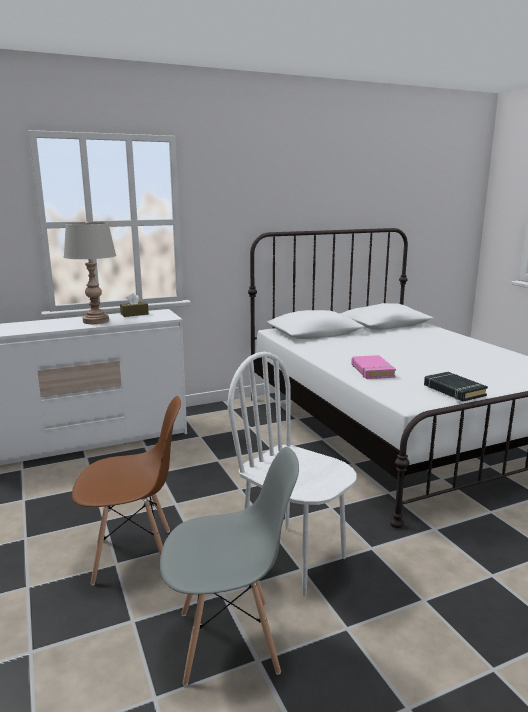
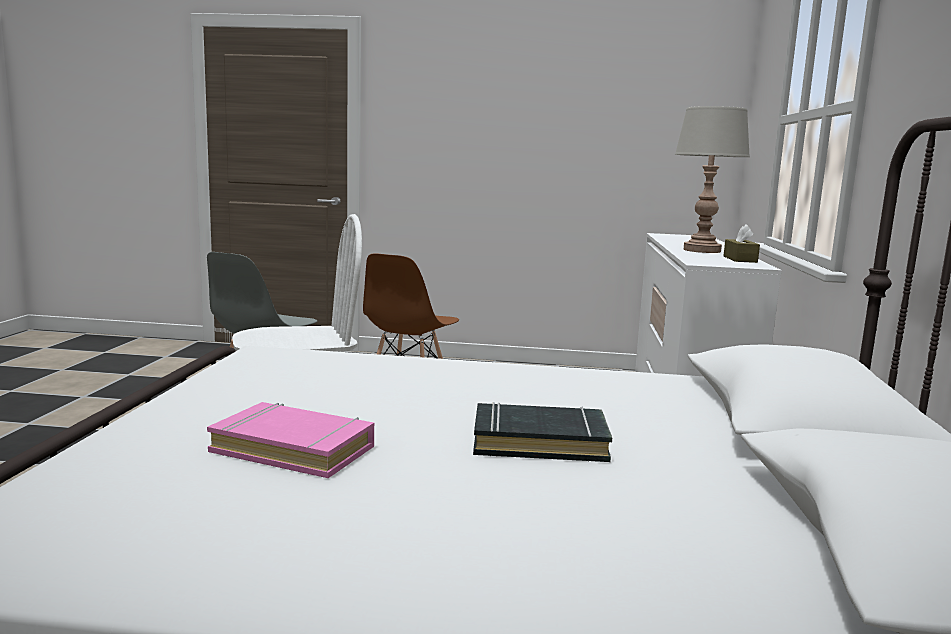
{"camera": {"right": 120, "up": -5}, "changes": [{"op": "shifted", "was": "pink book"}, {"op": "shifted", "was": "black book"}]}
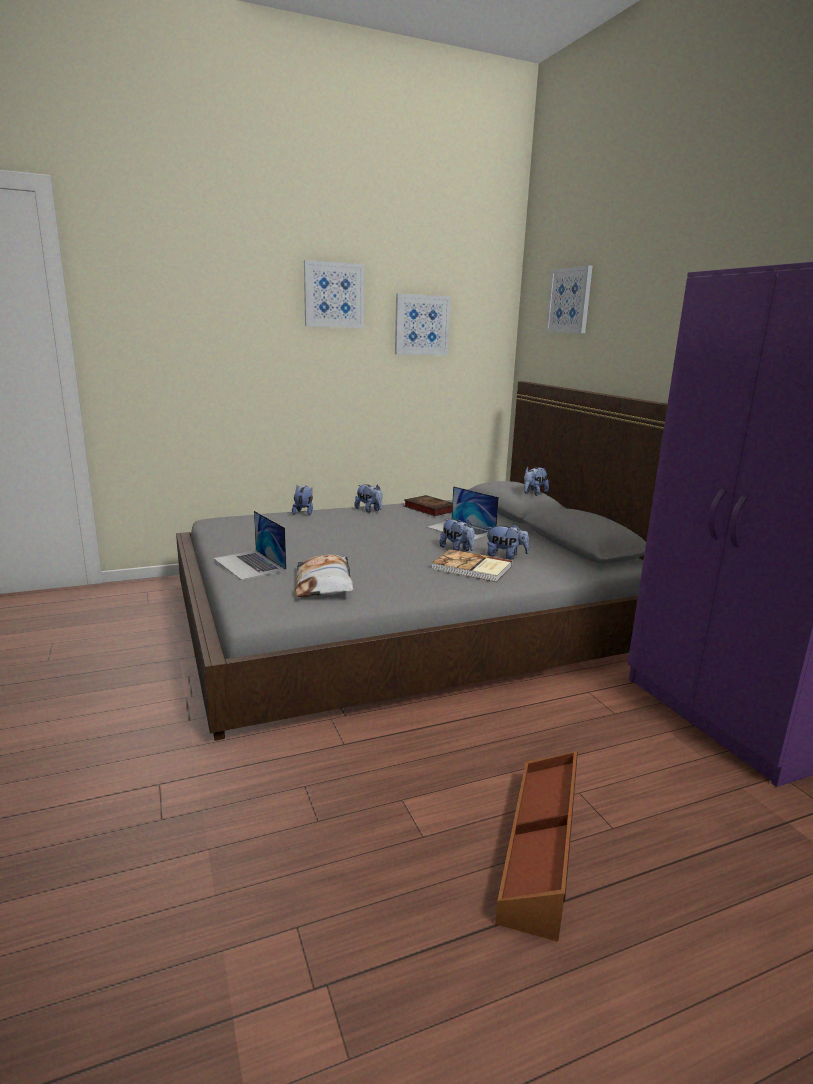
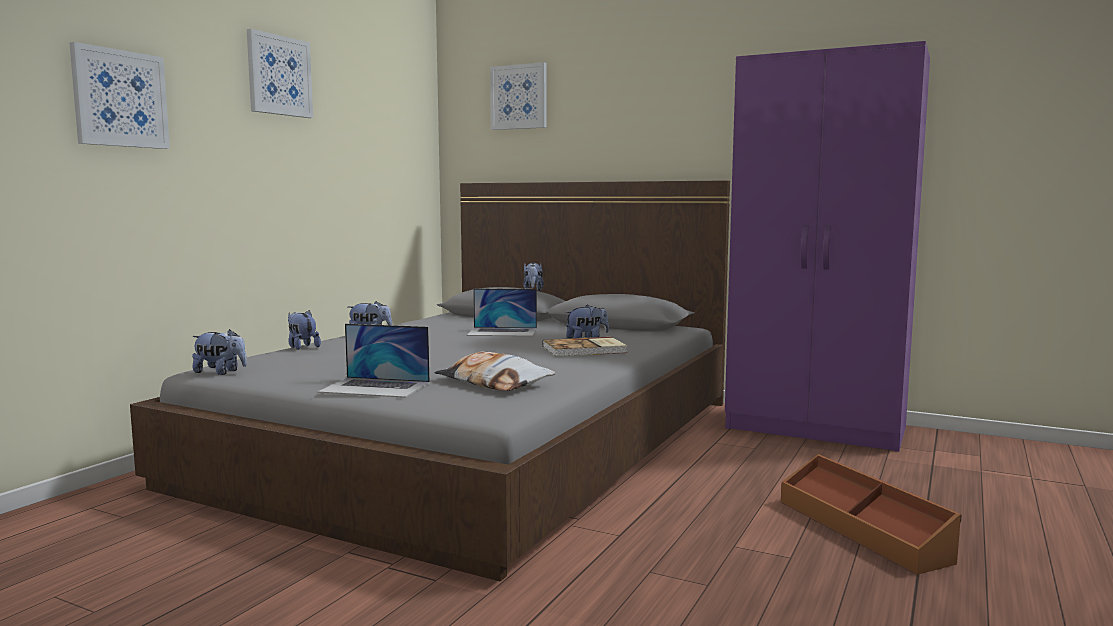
{"camera": {"right": -40, "up": -10}, "changes": [{"op": "shifted", "was": "picture (no. 2 from left in the first image)", "now": "picture (no. 1 from left)"}, {"op": "gone", "was": "book (no. 1 from left)"}, {"op": "shifted", "was": "plush toy (no. 3 from left in the first image)", "now": "plush toy (no. 1 from left)"}]}
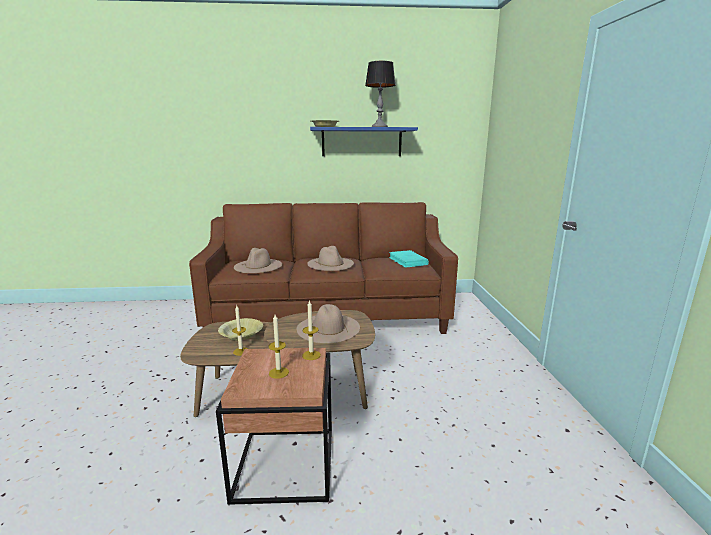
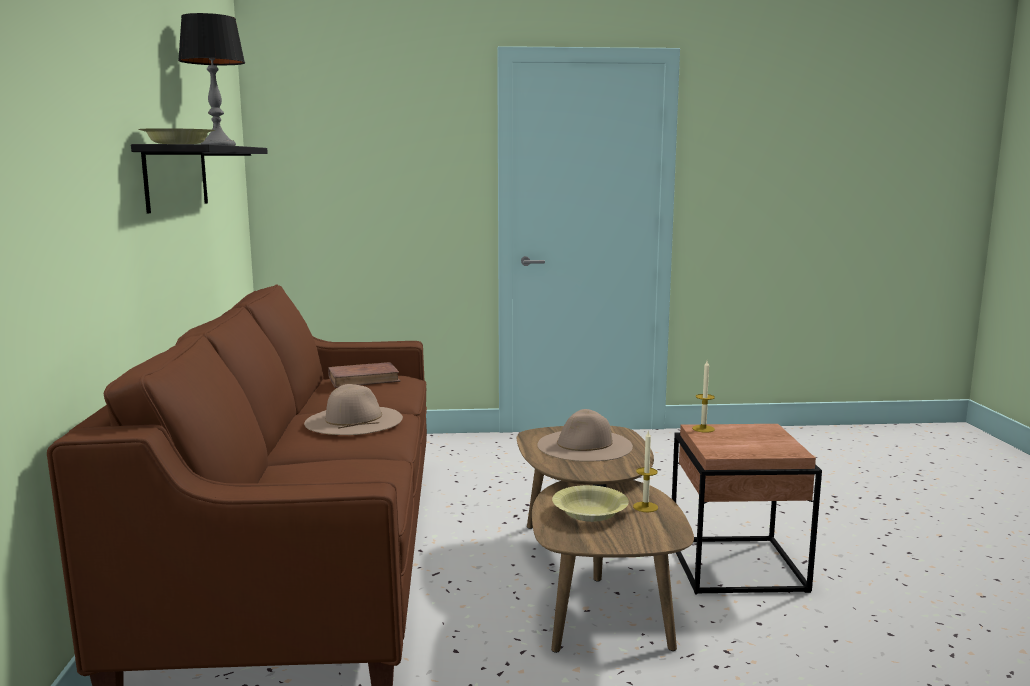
{"camera": {"right": -90, "up": -5}, "changes": [{"op": "repainted", "was": "blue shelf", "now": "black shelf"}, {"op": "gone", "was": "beige hat (no. 1 from left)"}, {"op": "repainted", "was": "turquoise book", "now": "brown book"}, {"op": "gone", "was": "candle (no. 2 from left)"}]}
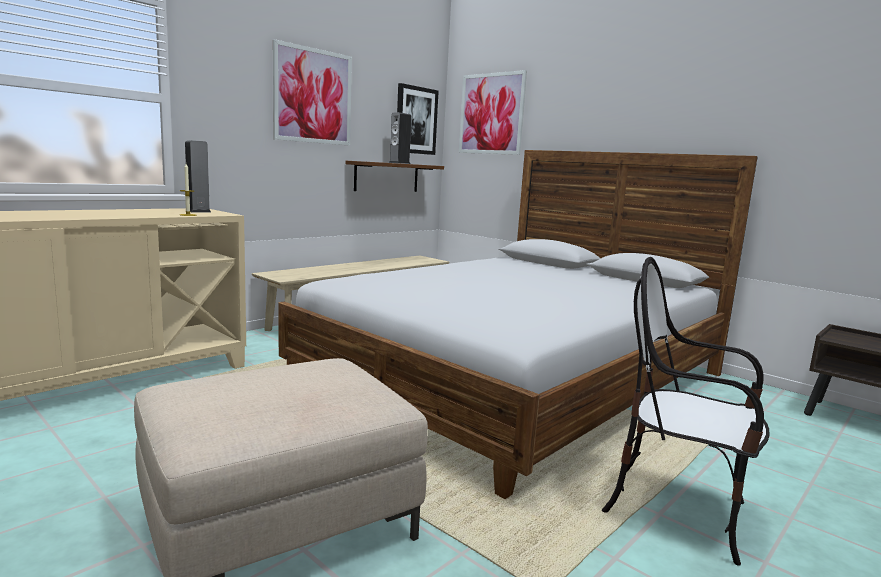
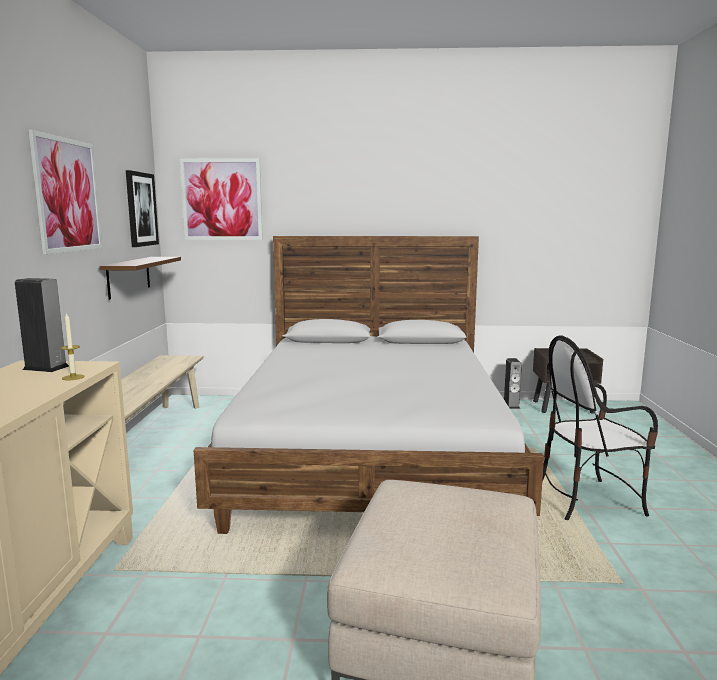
{"camera": {"right": -40, "up": 0}, "changes": [{"op": "shifted", "was": "speaker (no. 2 from left)"}]}
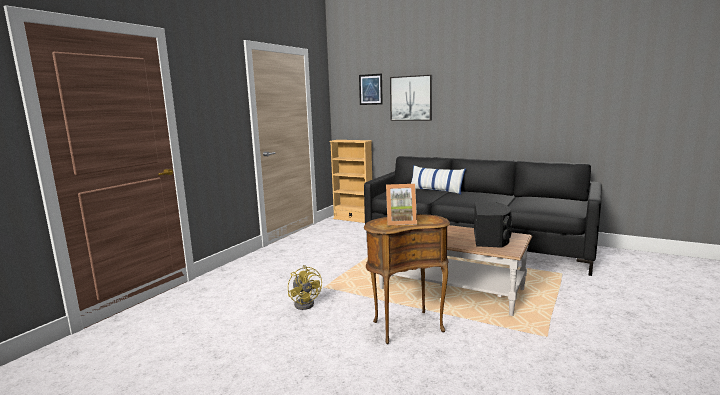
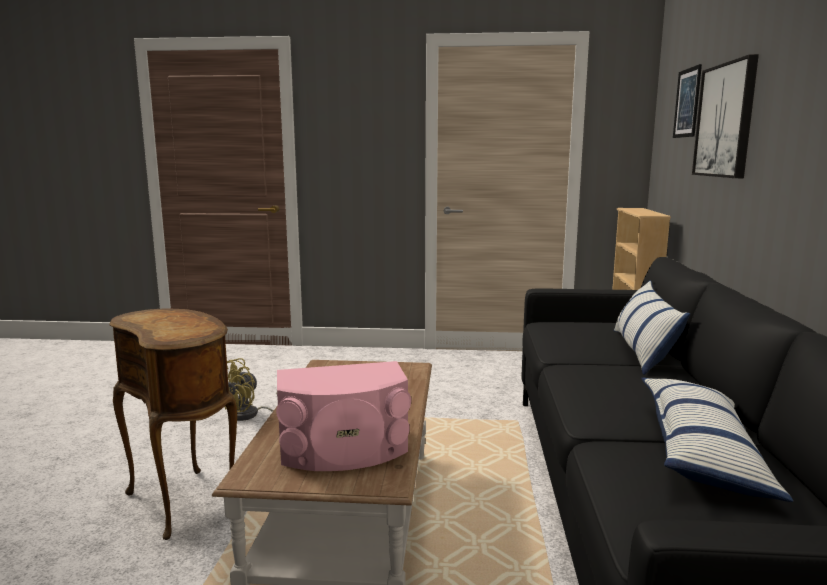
{"camera": {"right": 65, "up": 0}, "changes": [{"op": "gone", "was": "picture frame"}, {"op": "repainted", "was": "black speaker", "now": "pink speaker"}, {"op": "new", "now": "pillow (no. 2 from left)"}]}
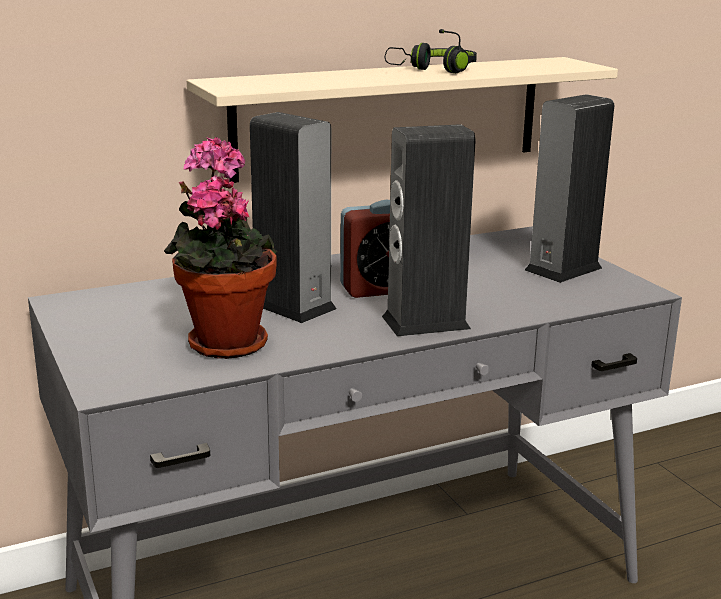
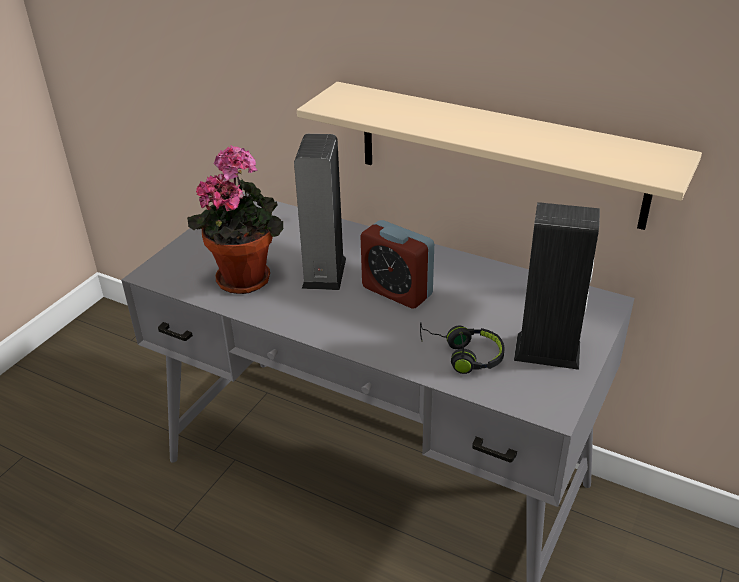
{"camera": {"right": 55, "up": 15}, "changes": [{"op": "shifted", "was": "black headphones"}, {"op": "gone", "was": "speaker (no. 2 from left)"}]}
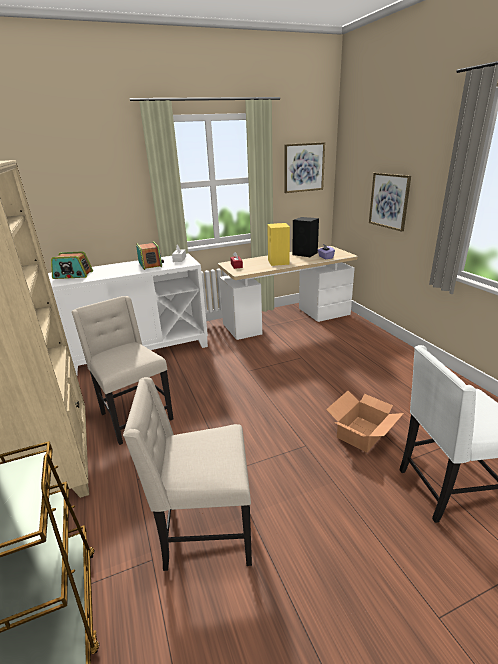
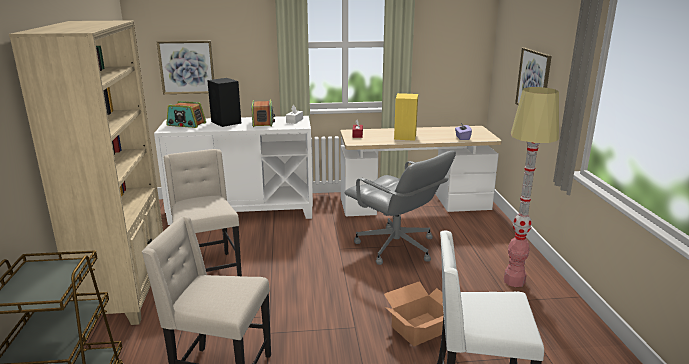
{"camera": {"right": 15, "up": -5}, "changes": [{"op": "shifted", "was": "picture (no. 1 from left)"}, {"op": "shifted", "was": "black speaker"}, {"op": "new", "now": "floor lamp"}, {"op": "new", "now": "grey office chair"}]}
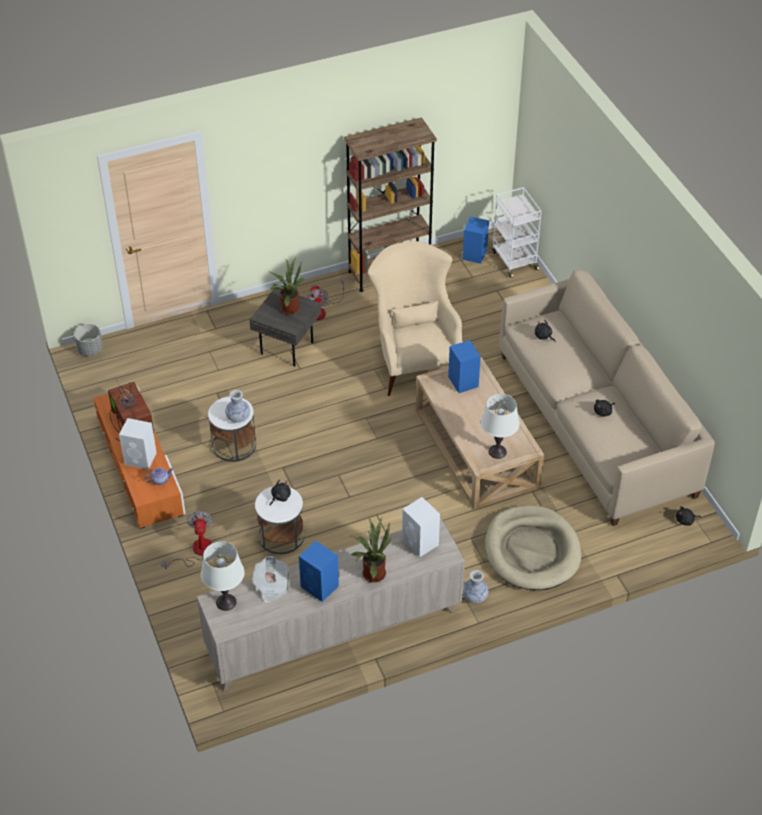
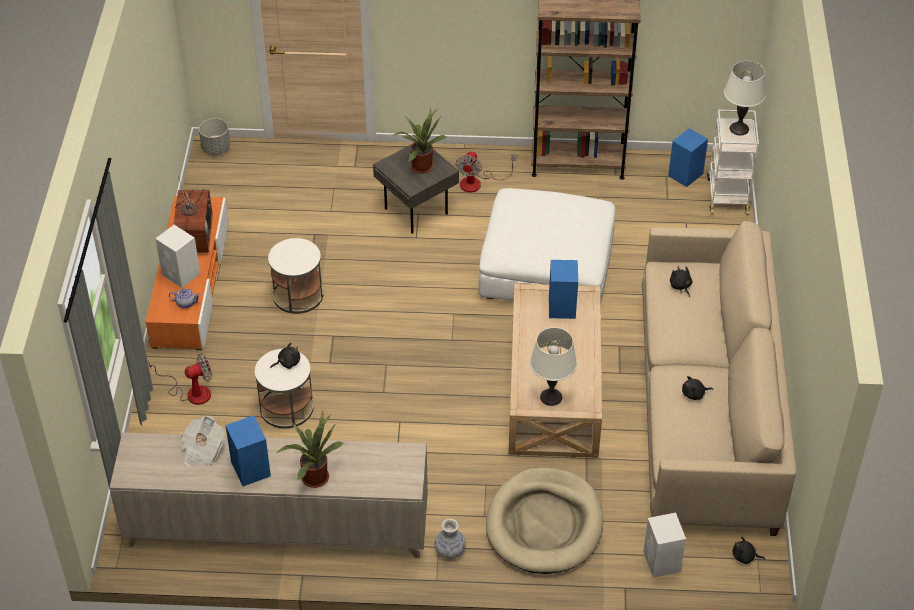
{"camera": {"right": 25, "up": 0}, "changes": [{"op": "swapped", "was": "beige armchair", "now": "white ottoman"}, {"op": "gone", "was": "vase (no. 1 from left)"}, {"op": "shifted", "was": "white speaker (no. 2 from left)"}, {"op": "rotated", "was": "fan (no. 1 from left)", "clockwise": 45}, {"op": "shifted", "was": "white table lamp (no. 1 from left in the first image)", "now": "white table lamp (no. 2 from left)"}]}
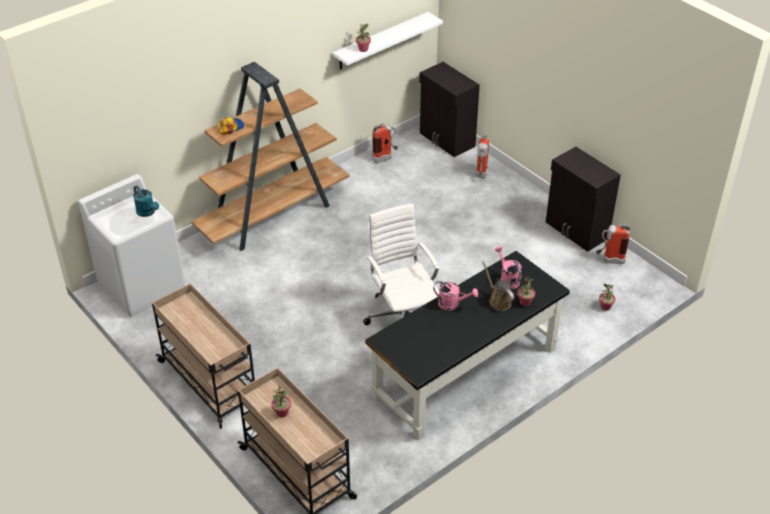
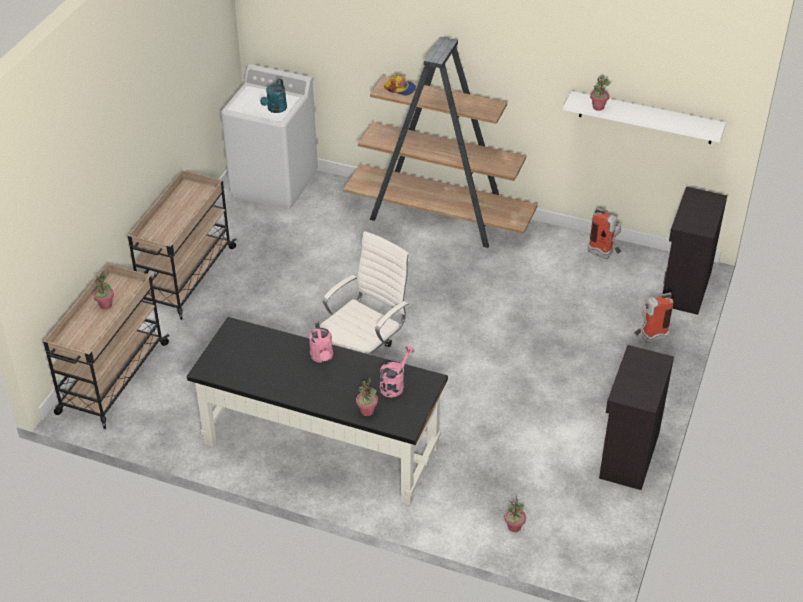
{"camera": {"right": 60, "up": 0}, "changes": [{"op": "gone", "was": "fire extinguisher (no. 3 from left)"}, {"op": "gone", "was": "brown watering can"}]}
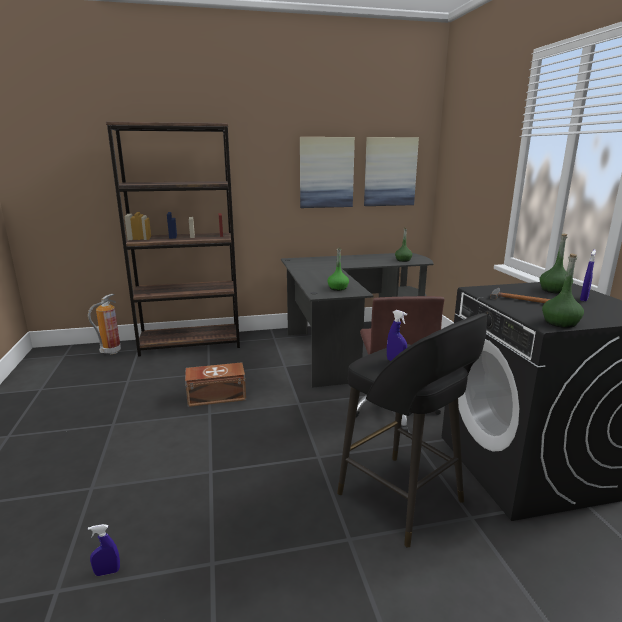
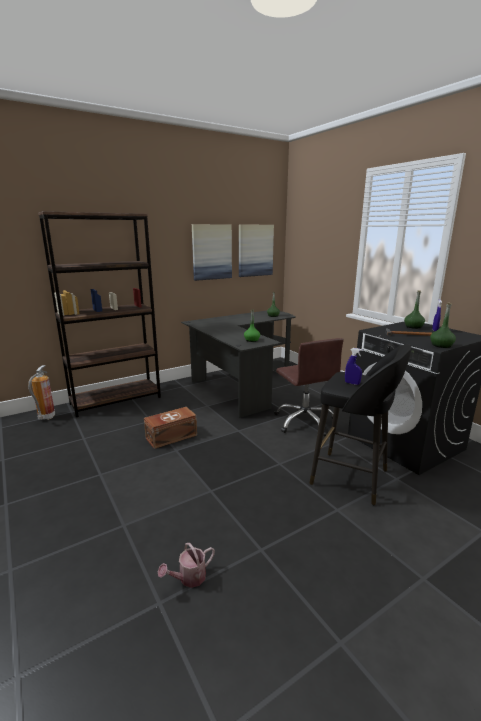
{"camera": {"right": -20, "up": 0}, "changes": [{"op": "swapped", "was": "blue spray bottle (no. 1 from left)", "now": "watering can"}]}
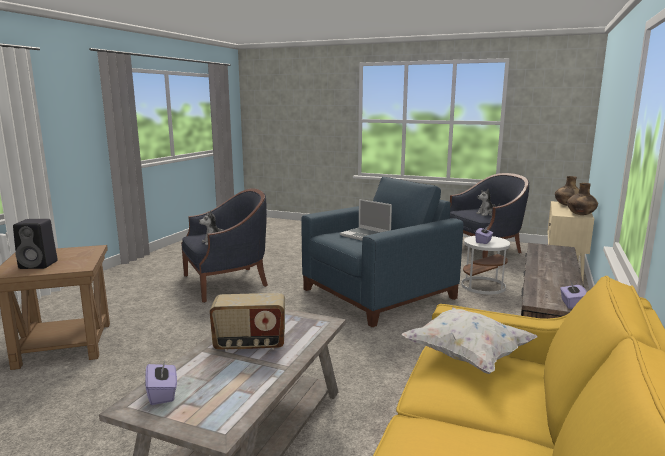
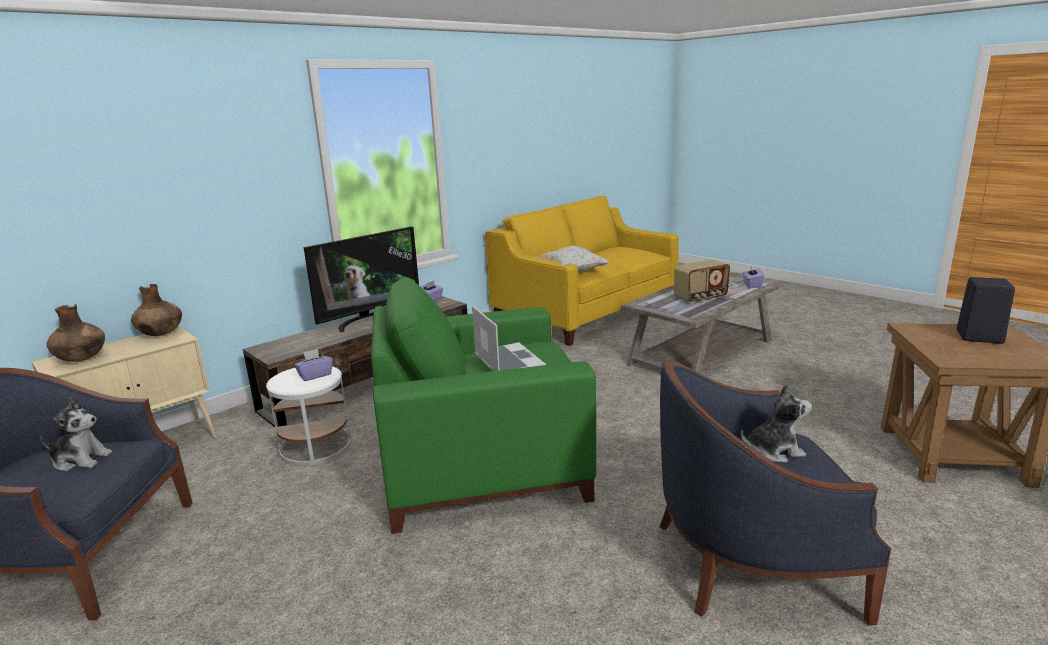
{"camera": {"right": -155, "up": 5}, "changes": [{"op": "repainted", "was": "blue armchair (no. 2 from left)", "now": "green armchair"}, {"op": "rotated", "was": "radio", "clockwise": 135}, {"op": "new", "now": "television"}]}
